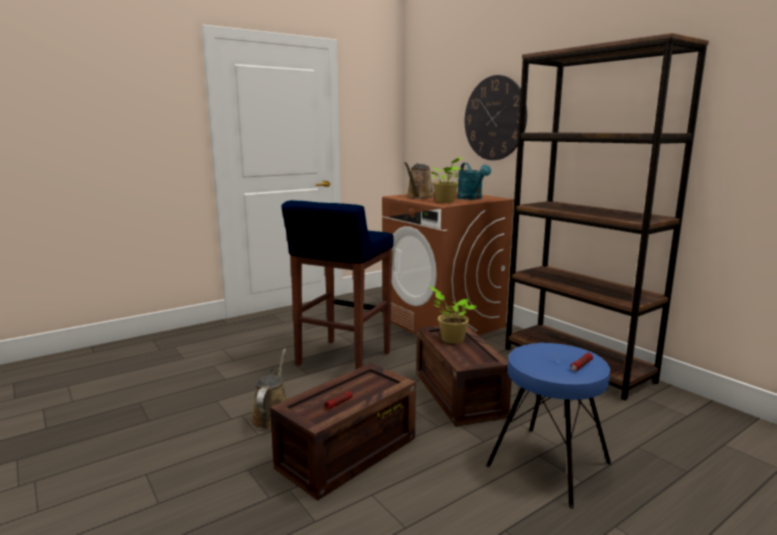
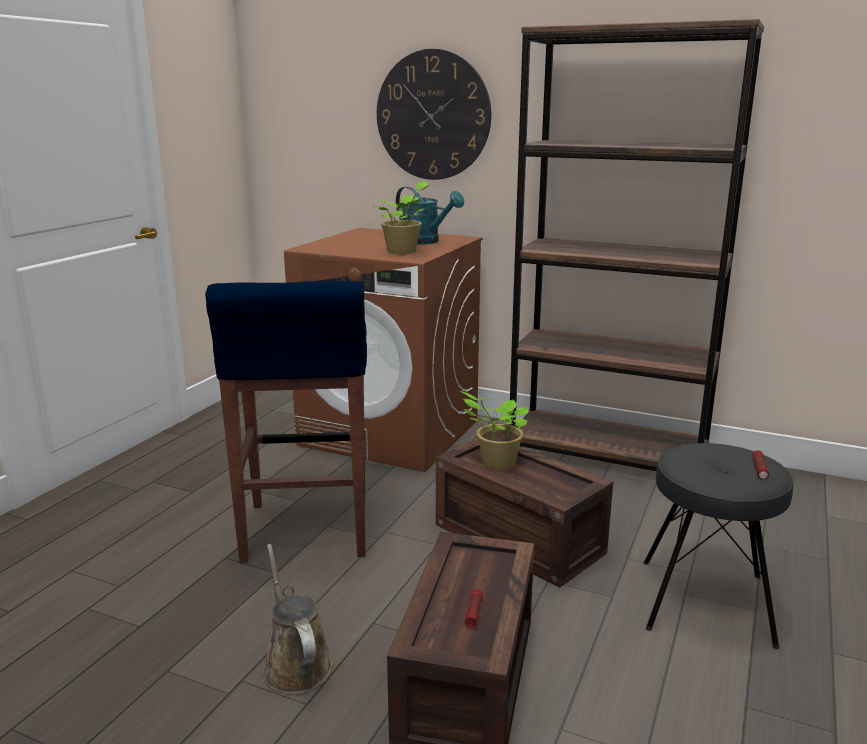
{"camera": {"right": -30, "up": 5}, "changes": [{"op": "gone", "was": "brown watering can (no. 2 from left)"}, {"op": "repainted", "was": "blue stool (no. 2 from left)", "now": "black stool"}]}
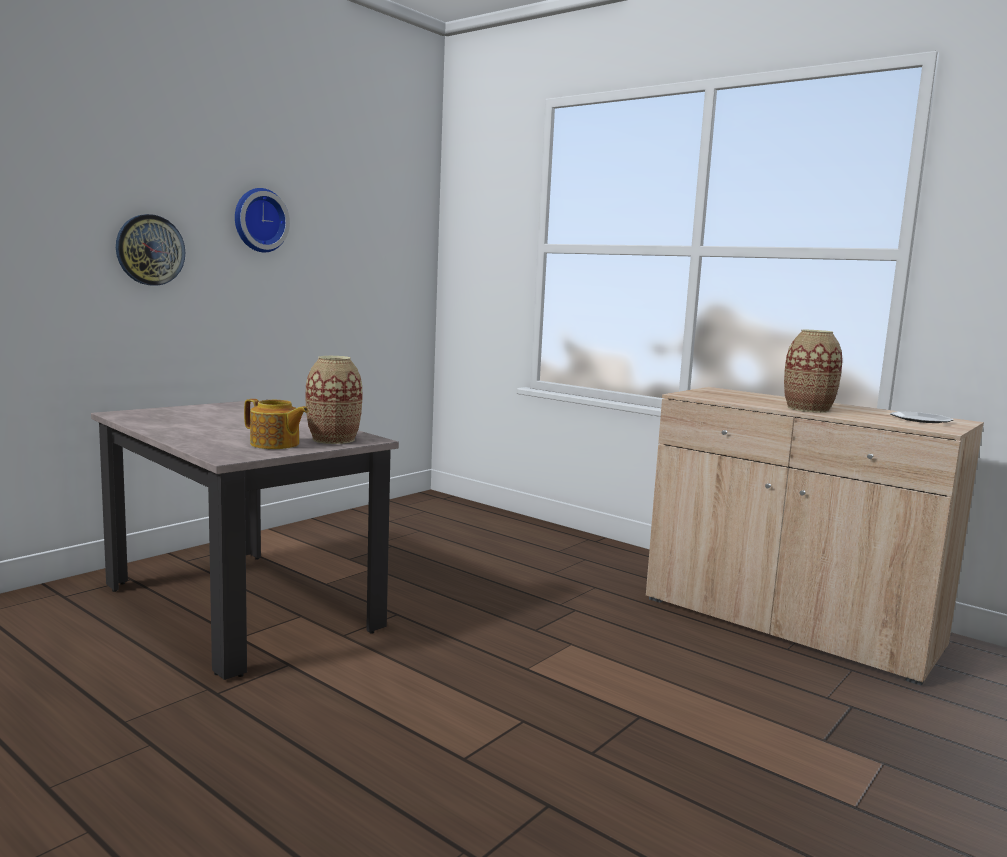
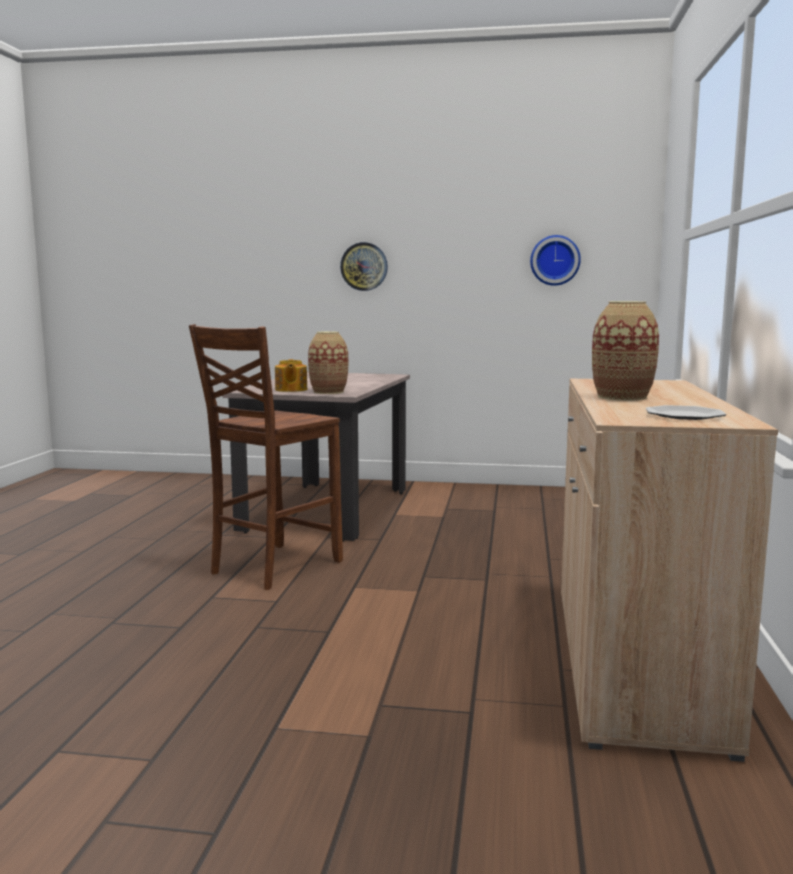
{"camera": {"right": 60, "up": 0}, "changes": [{"op": "shifted", "was": "wall clock (no. 2 from left)"}, {"op": "new", "now": "brown chair"}]}
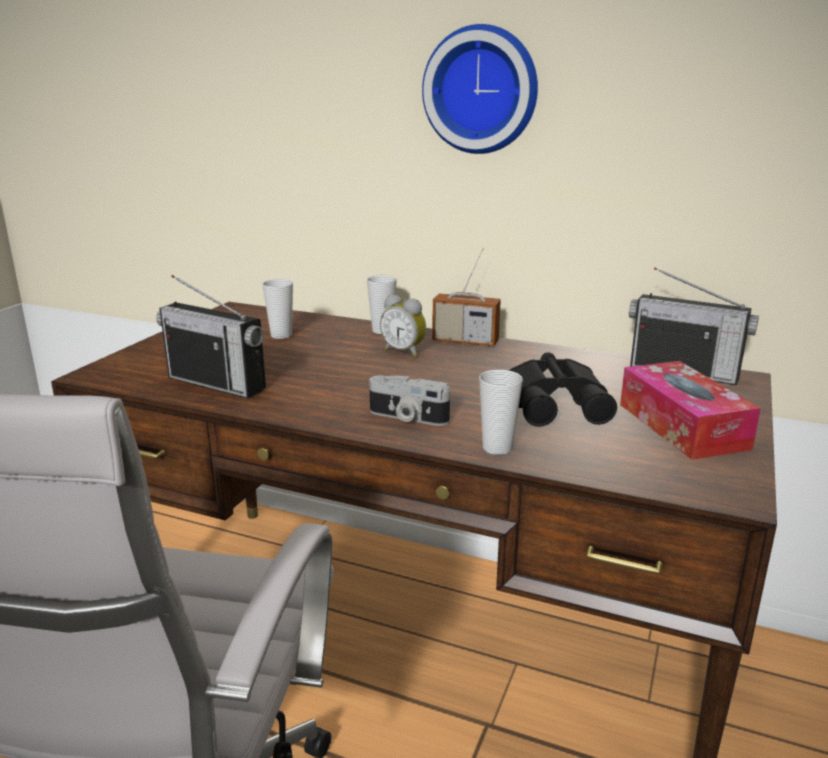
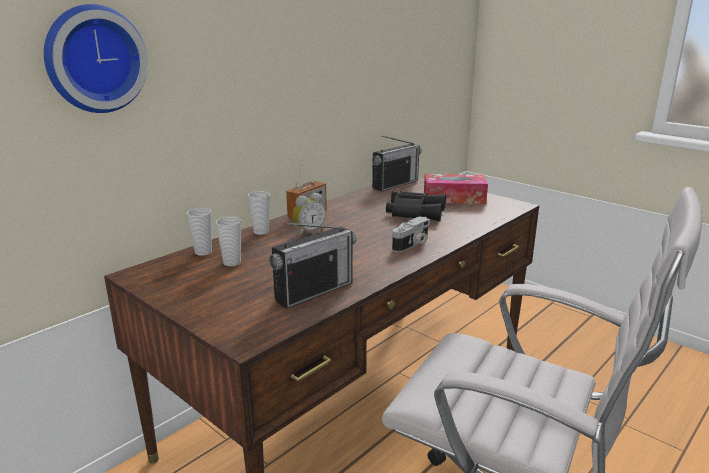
{"camera": {"right": -70, "up": 0}, "changes": [{"op": "shifted", "was": "wall clock"}, {"op": "shifted", "was": "cup (no. 3 from left in the first image)", "now": "cup (no. 1 from left)"}]}
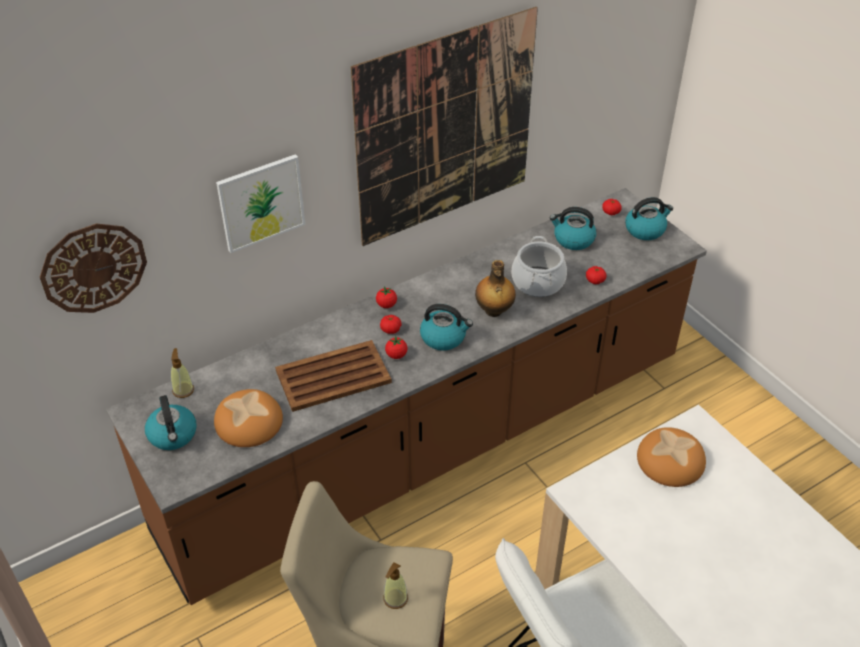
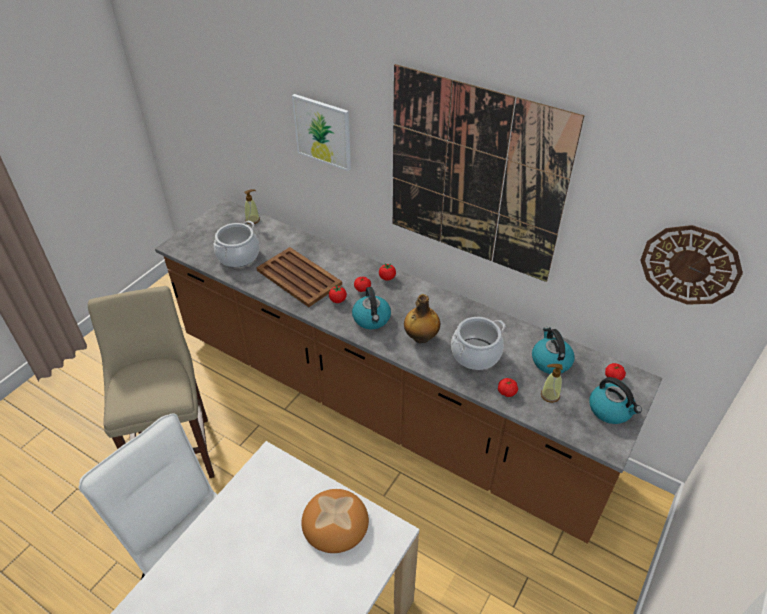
{"camera": {"right": 65, "up": 0}, "changes": [{"op": "shifted", "was": "wall clock"}, {"op": "swapped", "was": "bread (no. 1 from left)", "now": "cooking pot (no. 1 from left)"}, {"op": "gone", "was": "kettle (no. 1 from left)"}, {"op": "shifted", "was": "soap dispenser (no. 2 from left)"}]}
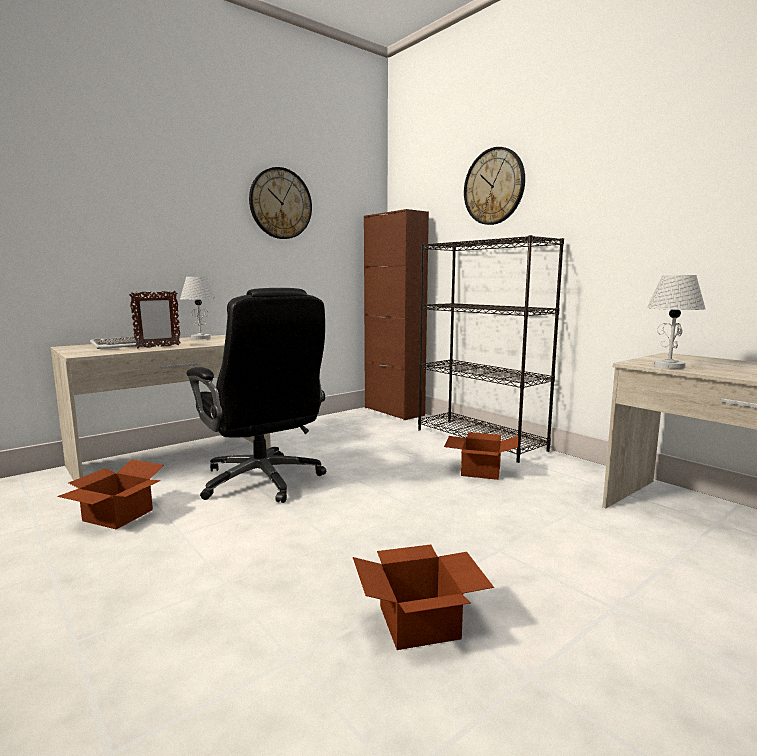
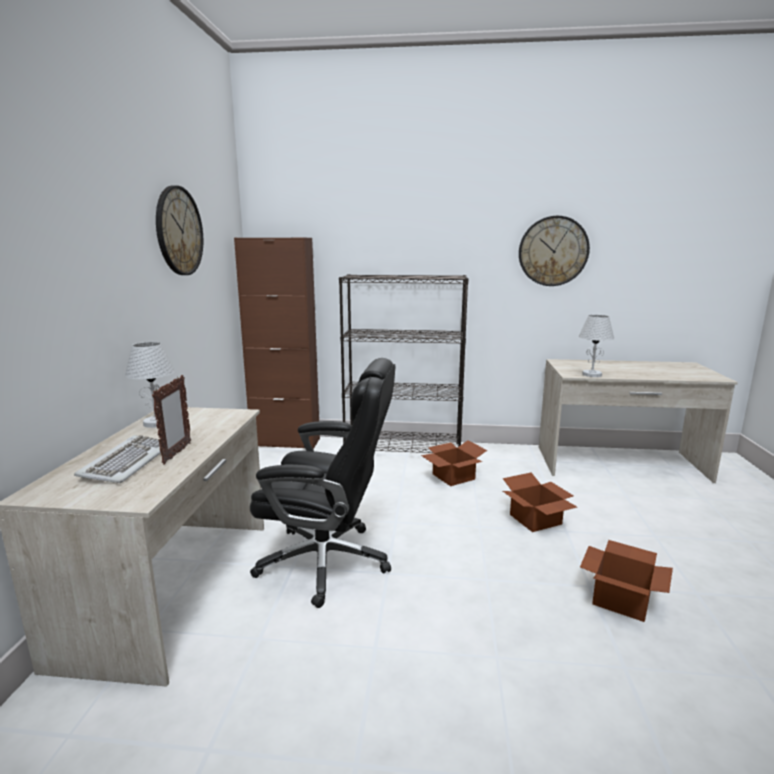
{"camera": {"right": -45, "up": 5}, "changes": [{"op": "shifted", "was": "wall clock (no. 2 from left)"}, {"op": "shifted", "was": "cardboard box (no. 1 from left in the first image)", "now": "cardboard box (no. 2 from left)"}]}
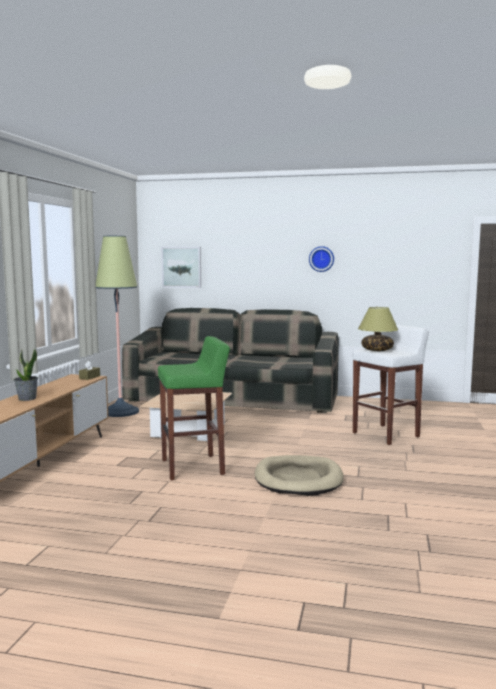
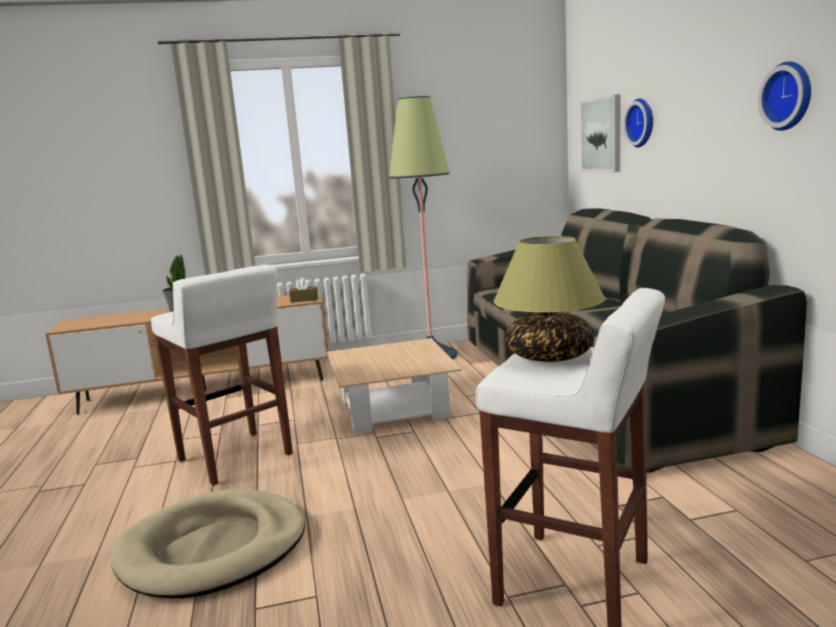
{"camera": {"right": 65, "up": 5}, "changes": [{"op": "repainted", "was": "green stool", "now": "white stool (no. 1 from left)"}, {"op": "new", "now": "wall clock (no. 1 from left)"}]}
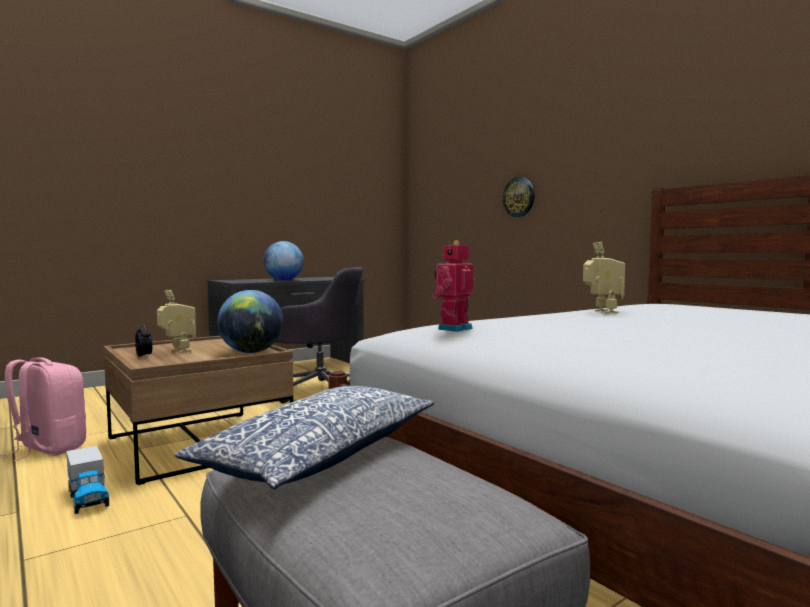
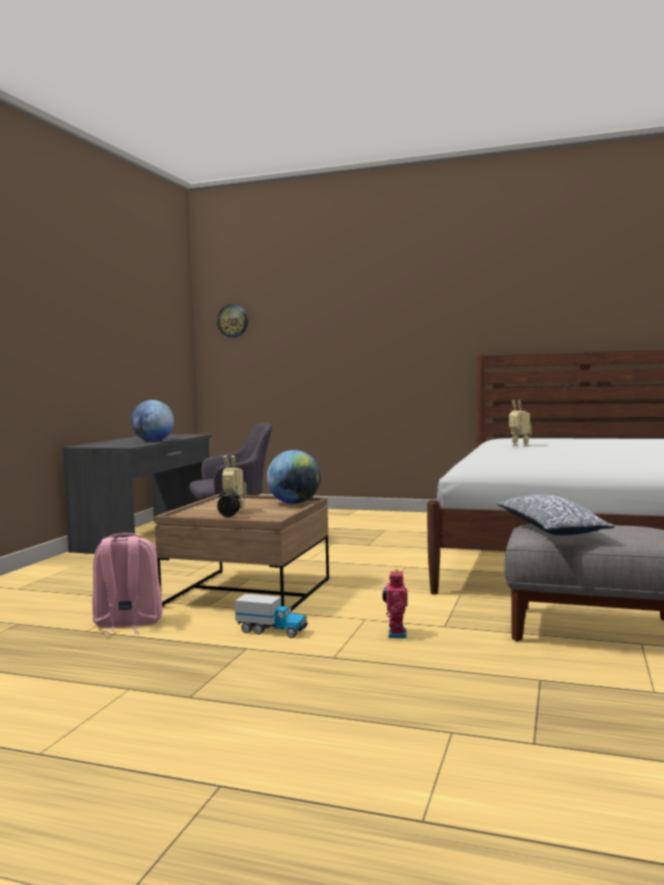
{"camera": {"right": -35, "up": 0}, "changes": [{"op": "shifted", "was": "wall clock"}, {"op": "shifted", "was": "toy robot (no. 2 from left)"}]}
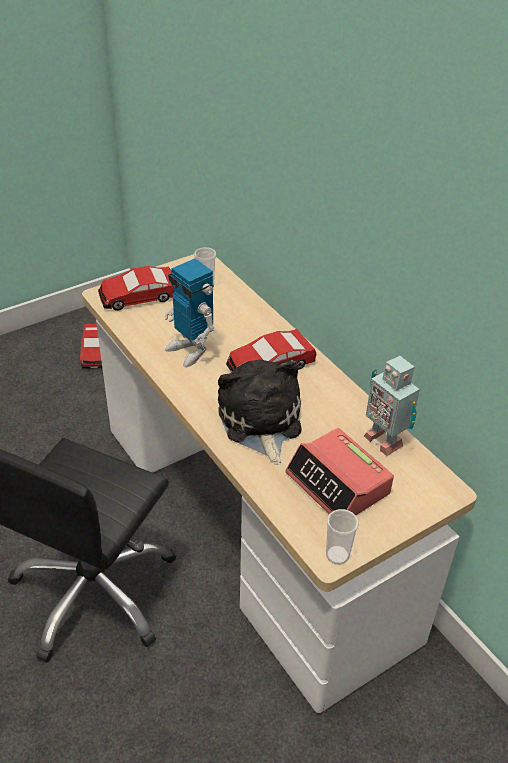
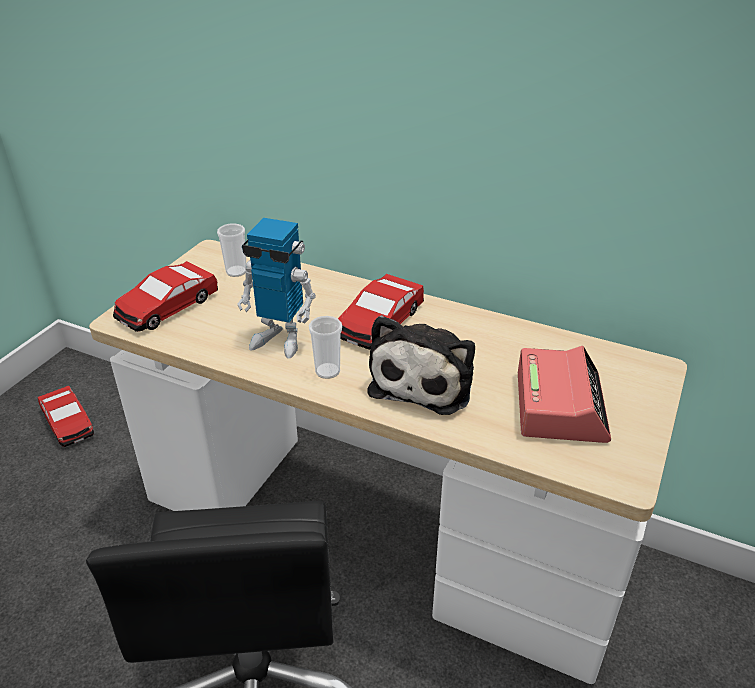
{"camera": {"right": -30, "up": -5}, "changes": [{"op": "gone", "was": "toy robot (no. 2 from left)"}, {"op": "rotated", "was": "plush toy", "clockwise": -120}, {"op": "rotated", "was": "alarm clock", "clockwise": -105}, {"op": "shifted", "was": "cup (no. 2 from left)"}]}
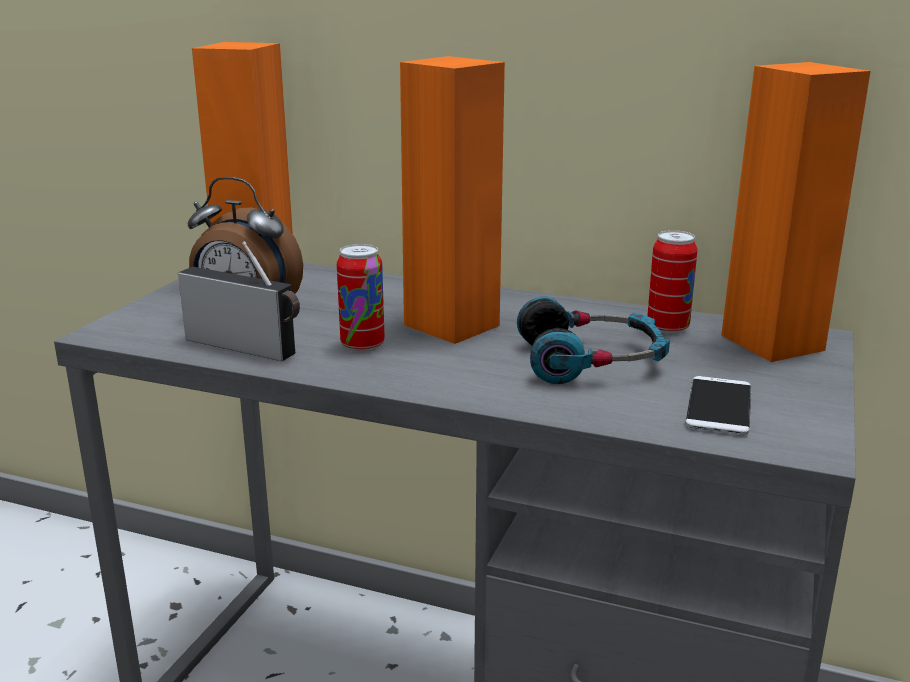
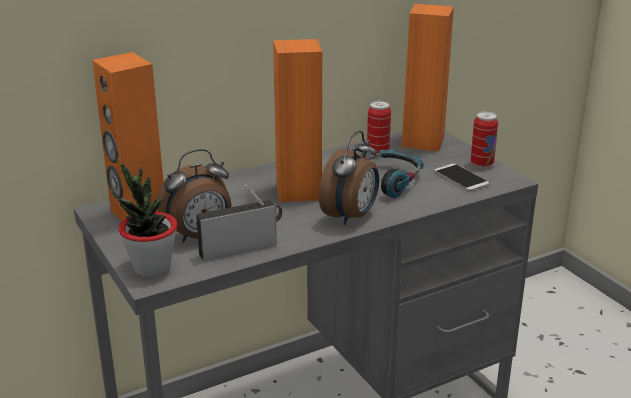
{"camera": {"right": -50, "up": 5}, "changes": [{"op": "shifted", "was": "can (no. 1 from left in the first image)", "now": "can (no. 2 from left)"}, {"op": "new", "now": "alarm clock (no. 2 from left)"}, {"op": "new", "now": "potted plant"}]}
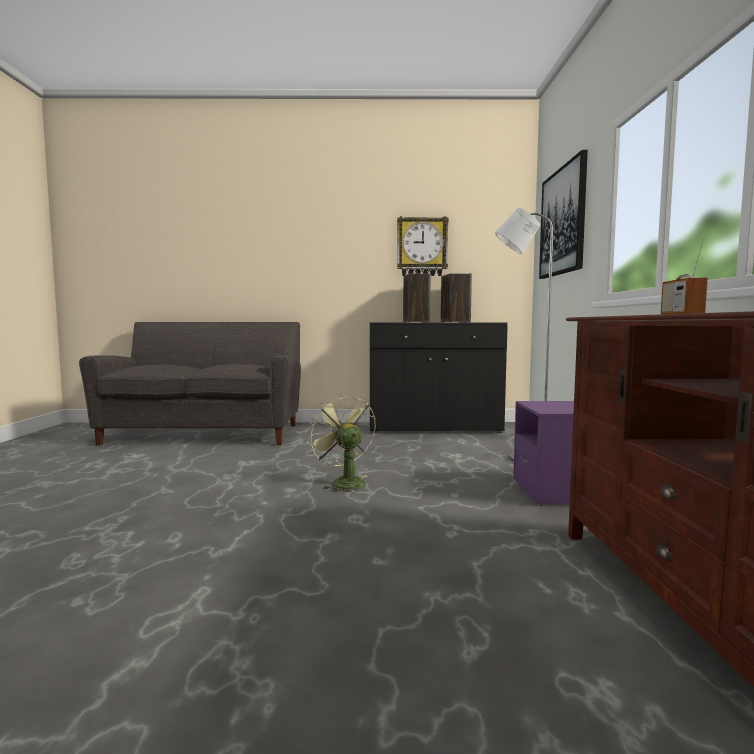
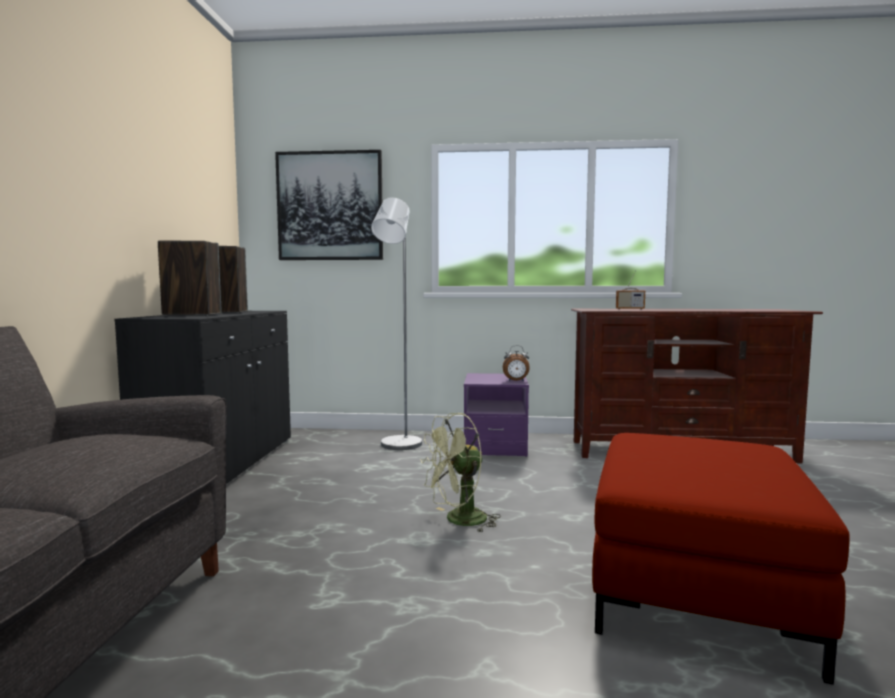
{"camera": {"right": -85, "up": 0}, "changes": [{"op": "gone", "was": "wall clock"}, {"op": "new", "now": "alarm clock"}, {"op": "new", "now": "red ottoman"}]}
